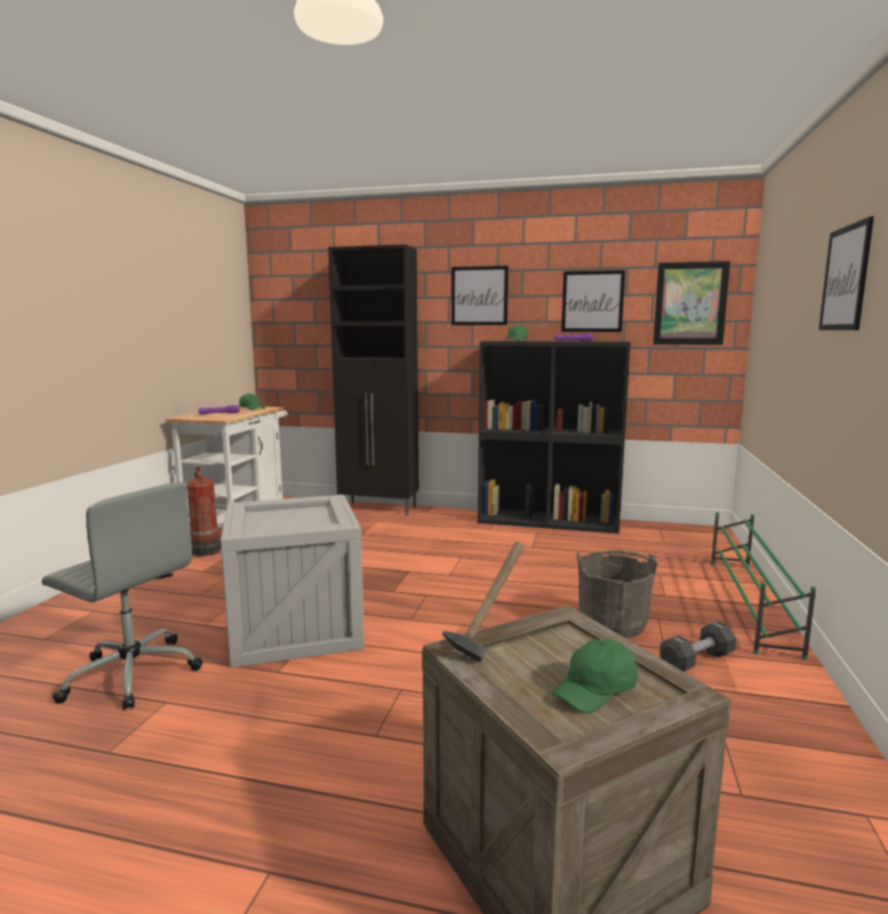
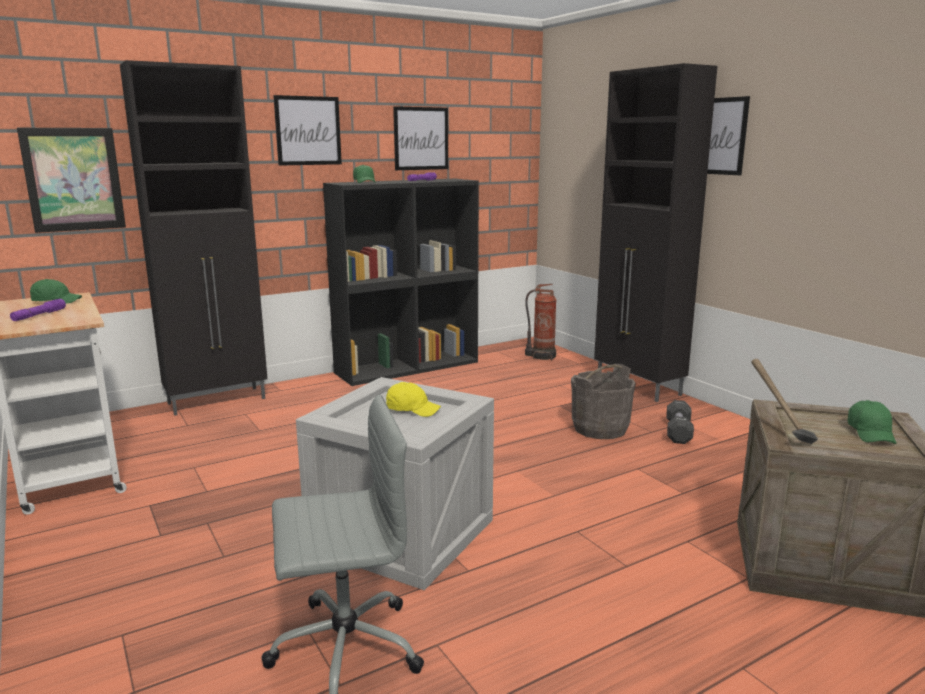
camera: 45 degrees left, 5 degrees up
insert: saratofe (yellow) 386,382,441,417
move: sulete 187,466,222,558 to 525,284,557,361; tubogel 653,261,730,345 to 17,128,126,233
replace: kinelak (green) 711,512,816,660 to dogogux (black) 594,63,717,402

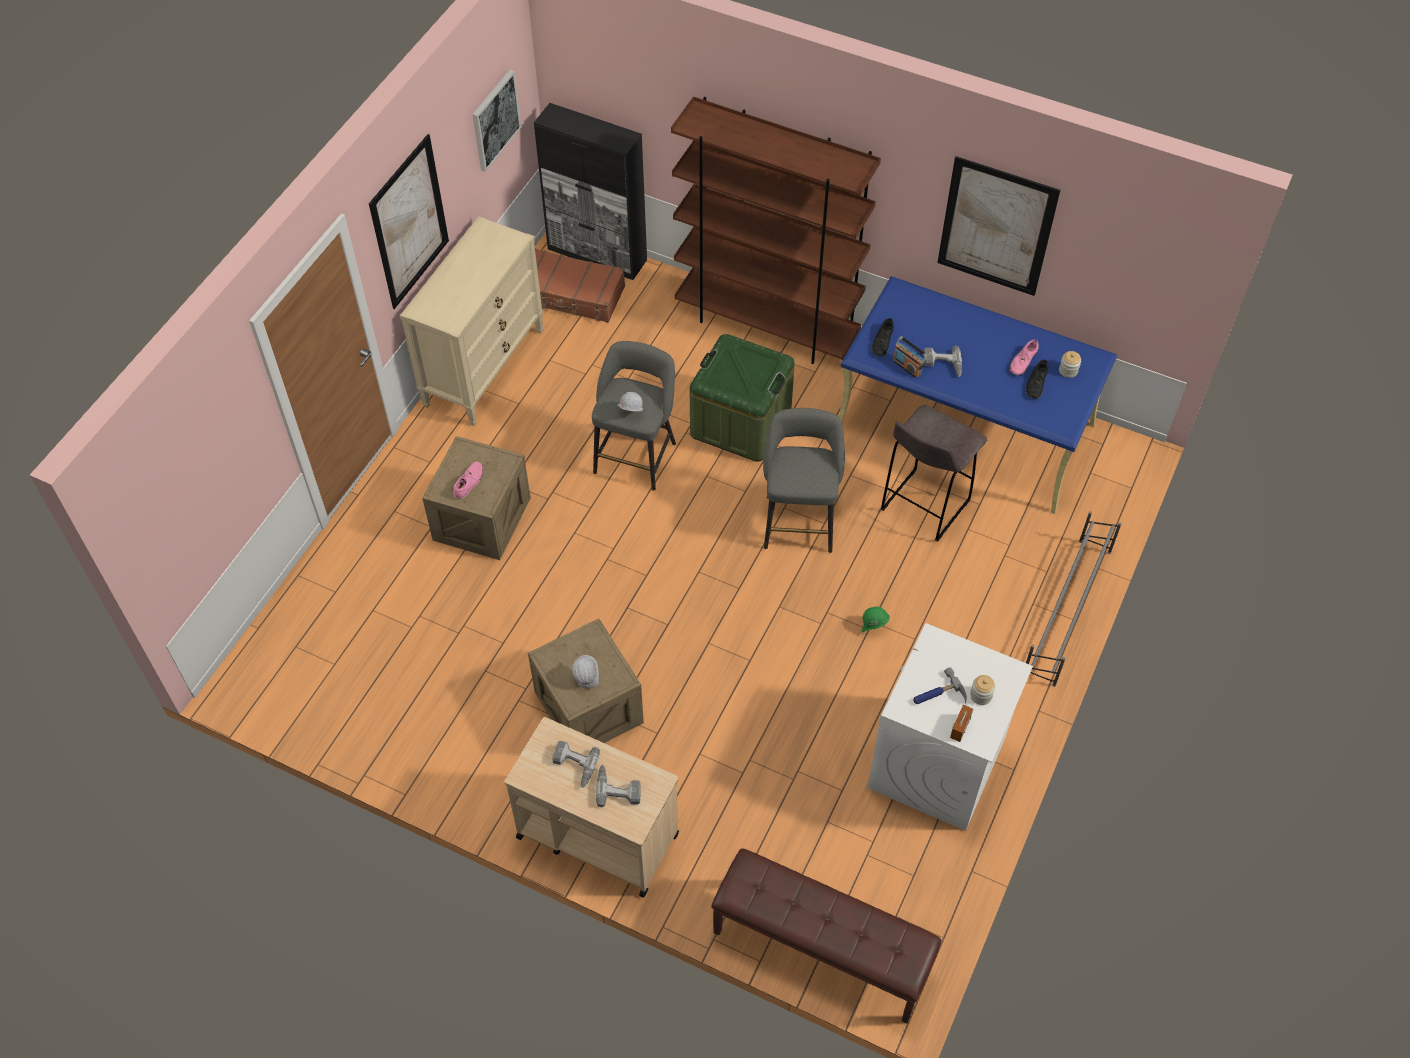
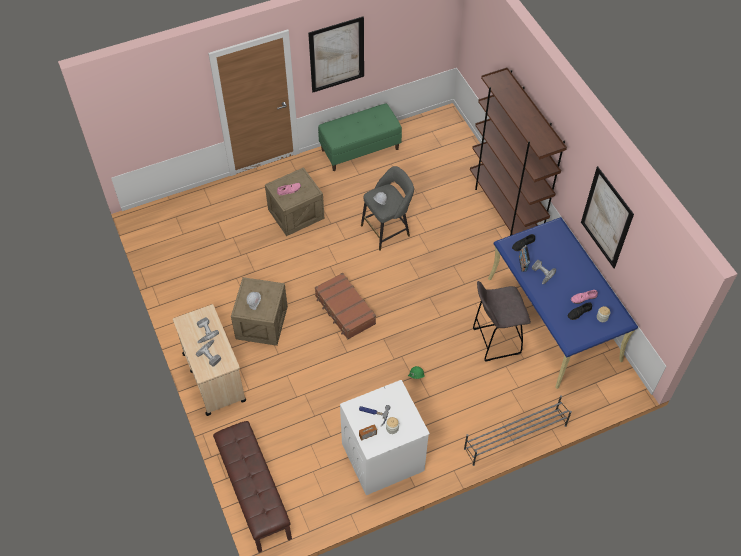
camera: 40 degrees right, 0 degrees up
delete: tubogel 472,70,521,172; dogogux (black) 534,103,647,280; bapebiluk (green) 690,334,795,462; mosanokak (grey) 763,408,845,553
move: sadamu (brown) 535,249,625,323 to 315,272,376,339
replace: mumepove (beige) 400,216,544,426 to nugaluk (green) 318,103,402,171

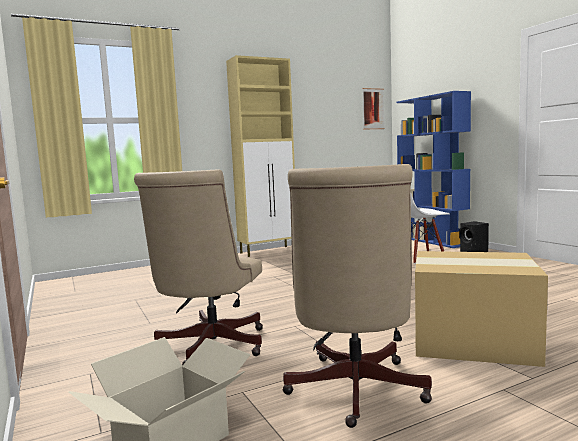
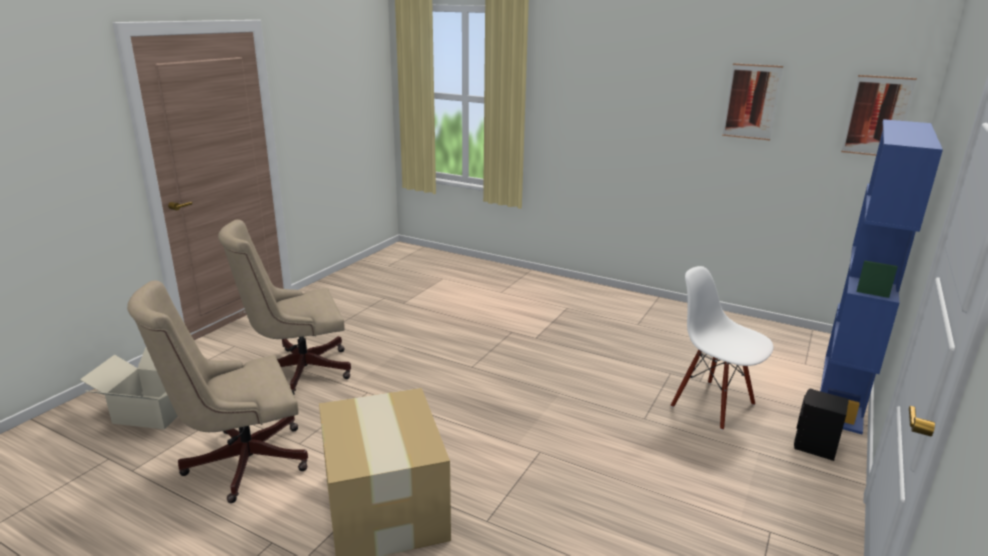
camera: 55 degrees right, 15 degrees up
delete: dogogux (beige) 226,55,295,257
insert: tubogel 722,63,783,140

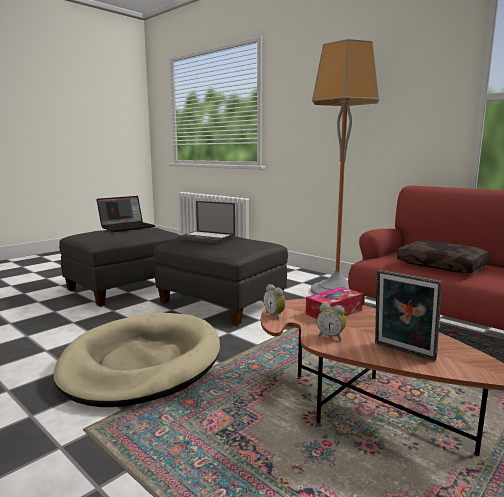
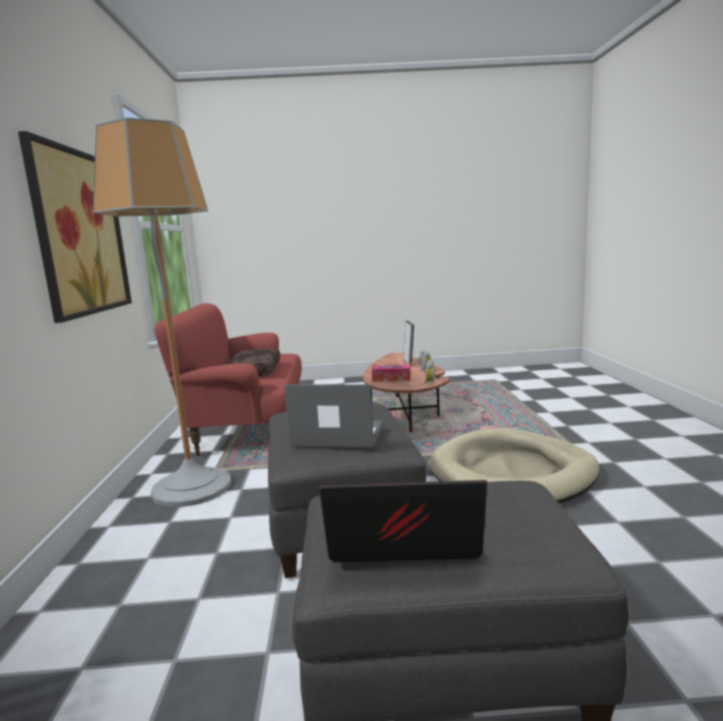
camera: 135 degrees left, 0 degrees up
insert: tubogel 18,131,132,323
rotate: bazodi 177,201,235,243 = 284,384,383,448 60 degrees counterclockwise

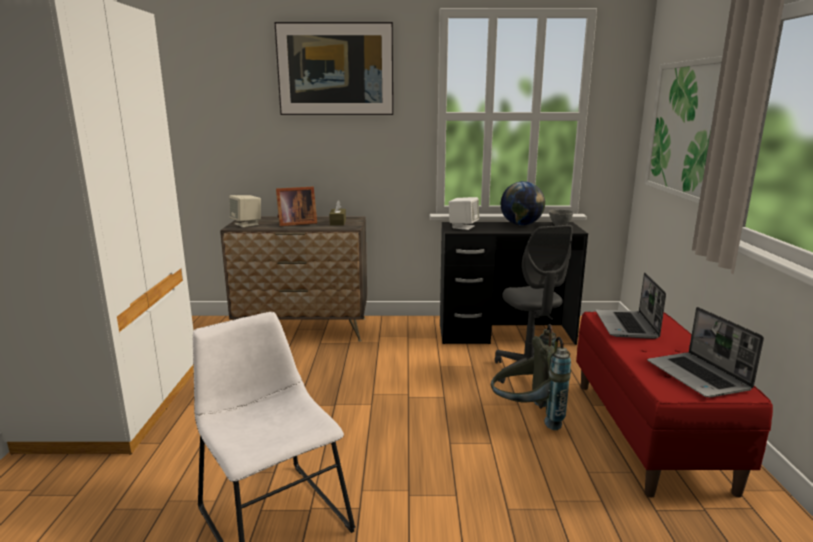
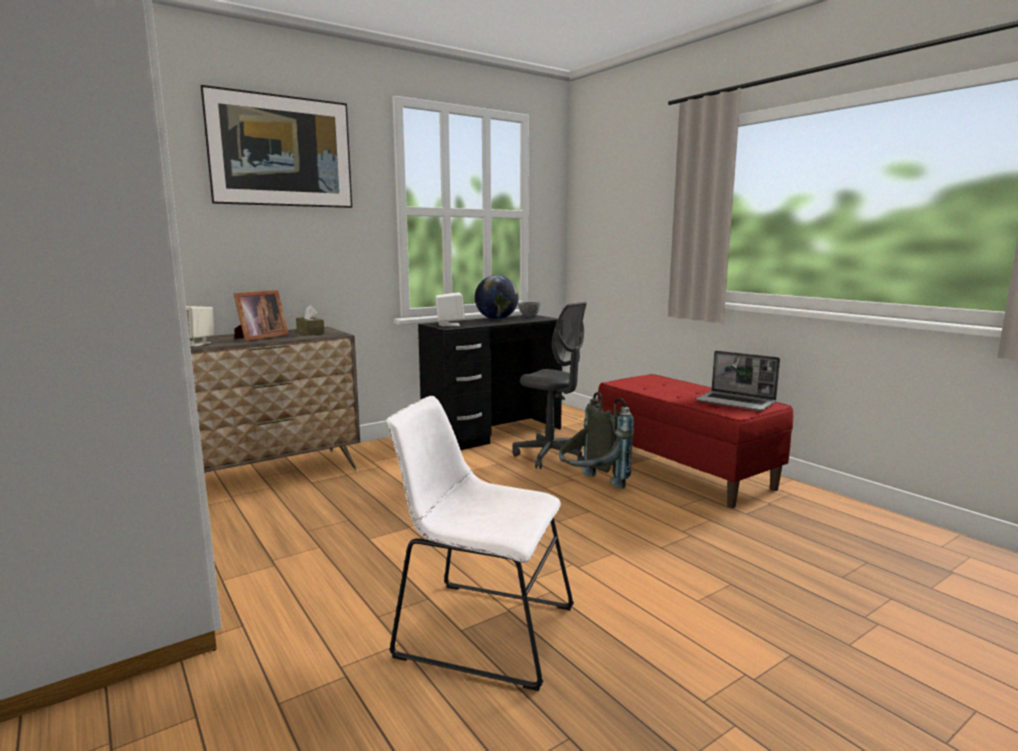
camera: 35 degrees left, 5 degrees down
delete: bazodi 596,272,666,339; tubogel 645,56,723,204

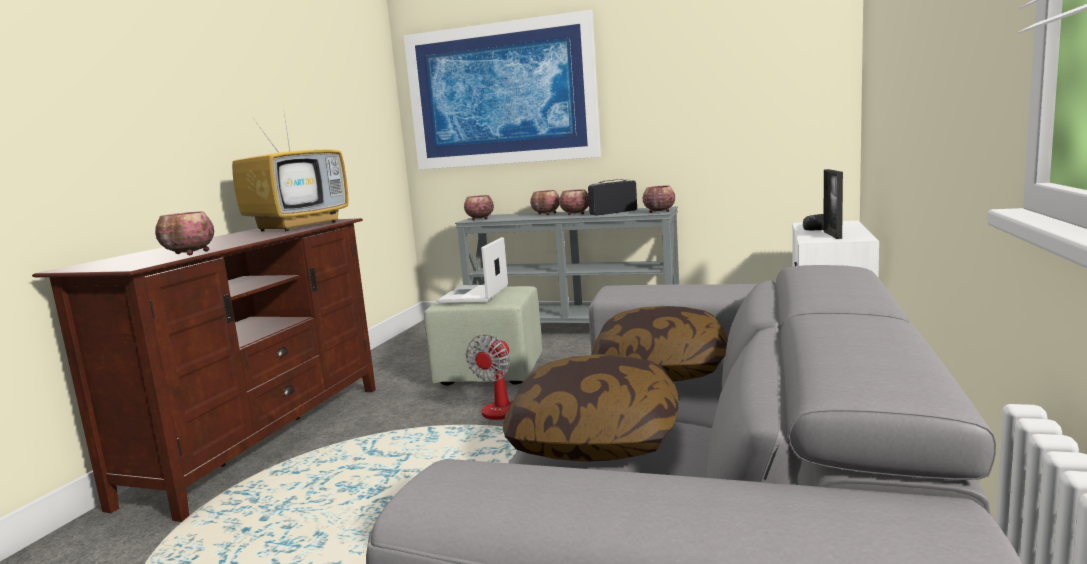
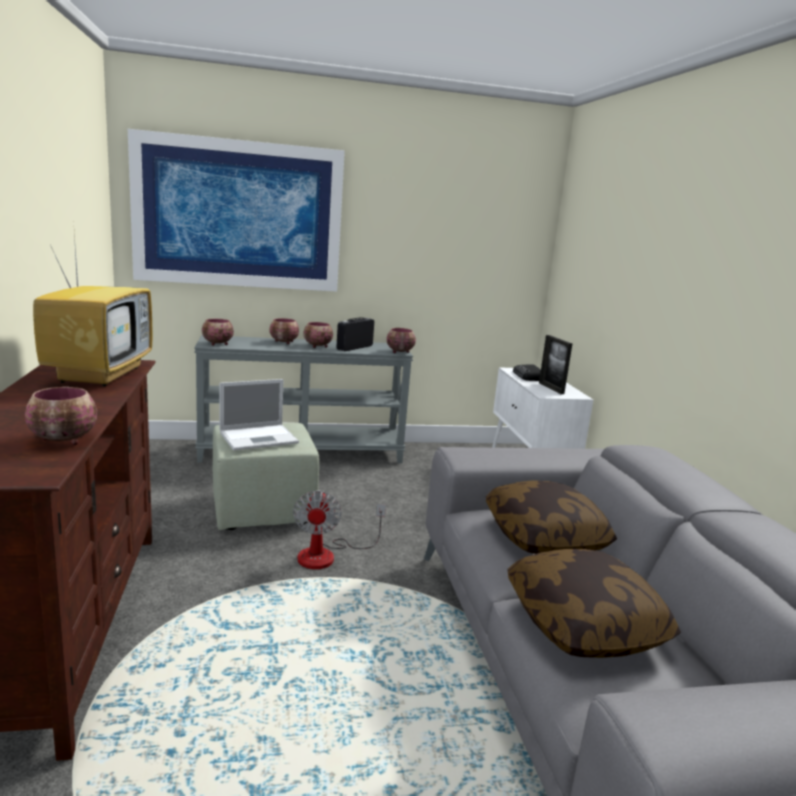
camera: 30 degrees left, 5 degrees up
rotate: bazodi 438,237,508,303 = 220,379,299,451 105 degrees counterclockwise

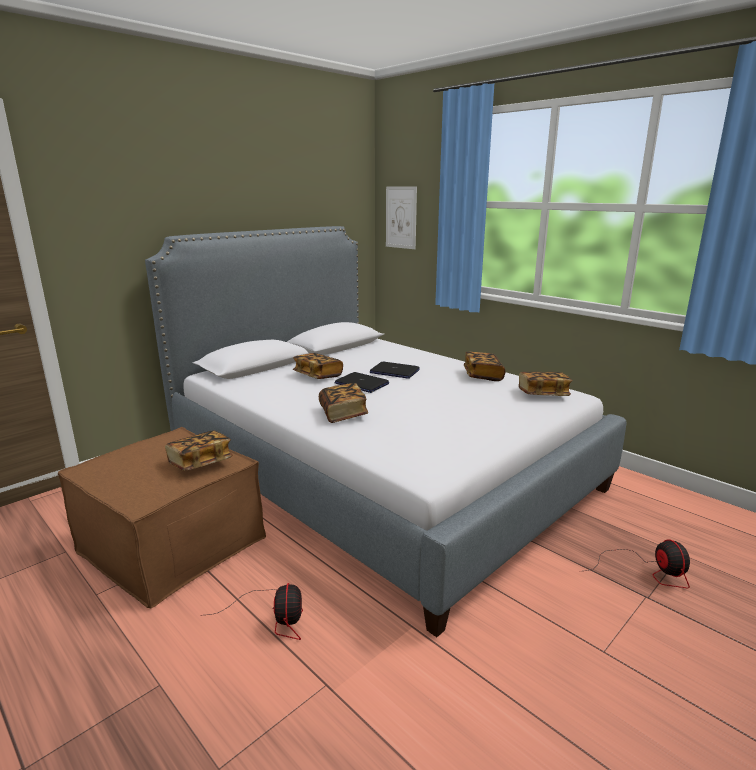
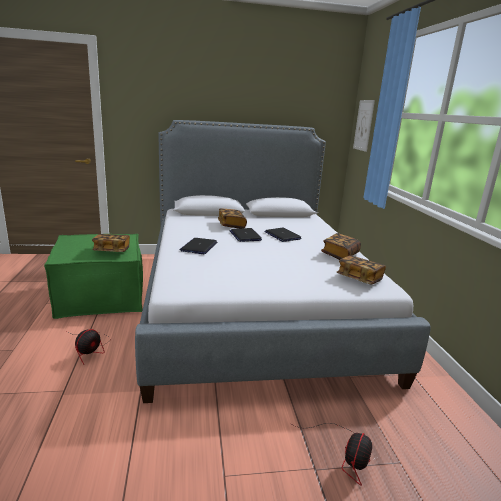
camera: 35 degrees right, 0 degrees up
replace: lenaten 319,383,368,423 to bazodi 180,238,217,254
recolor: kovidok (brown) 58,427,266,608 to kovidok (green) 44,234,143,319

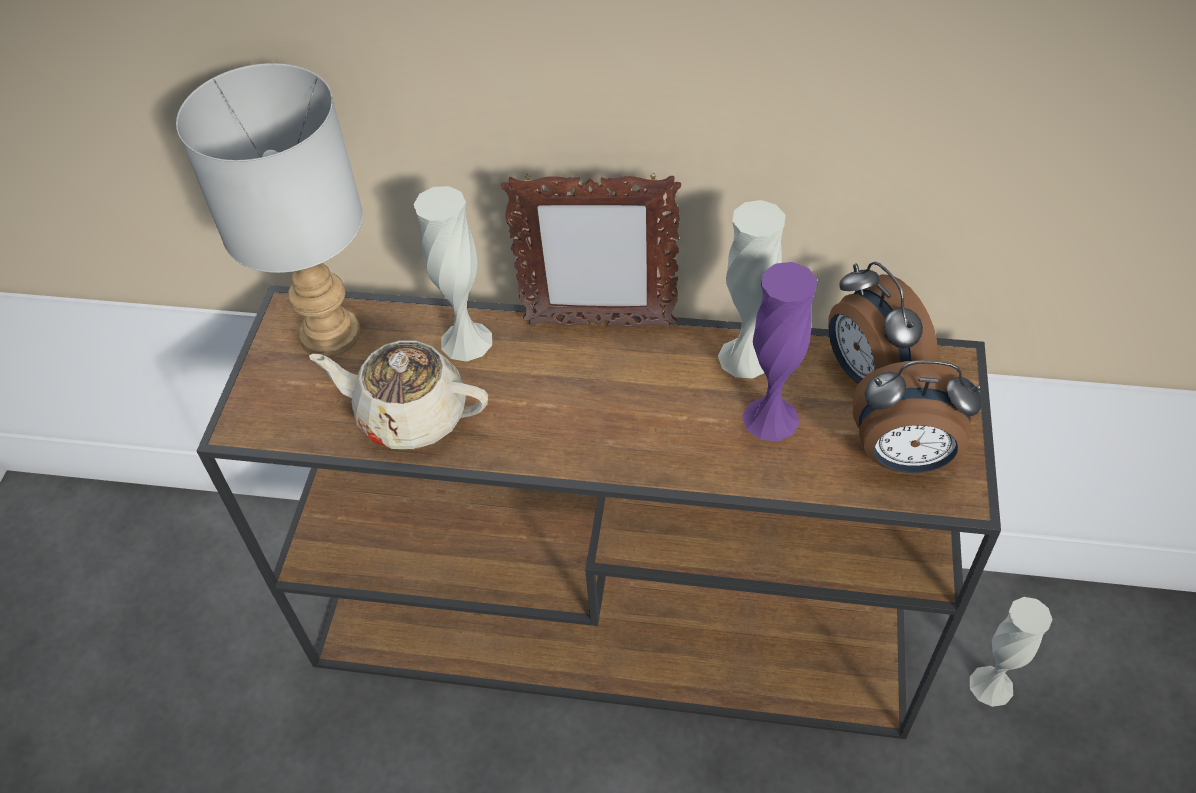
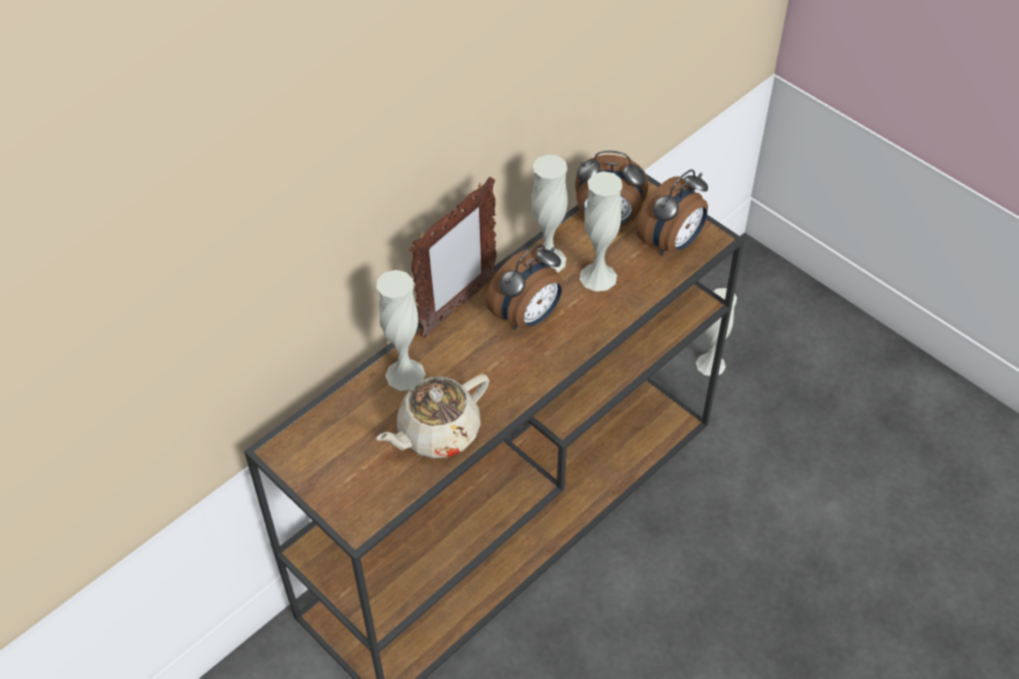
camera: 55 degrees left, 0 degrees up
delete: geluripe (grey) 176,63,363,357
insert: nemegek 486,244,563,330
recolor: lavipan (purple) 742,262,817,442 to lavipan (white) 580,171,623,292

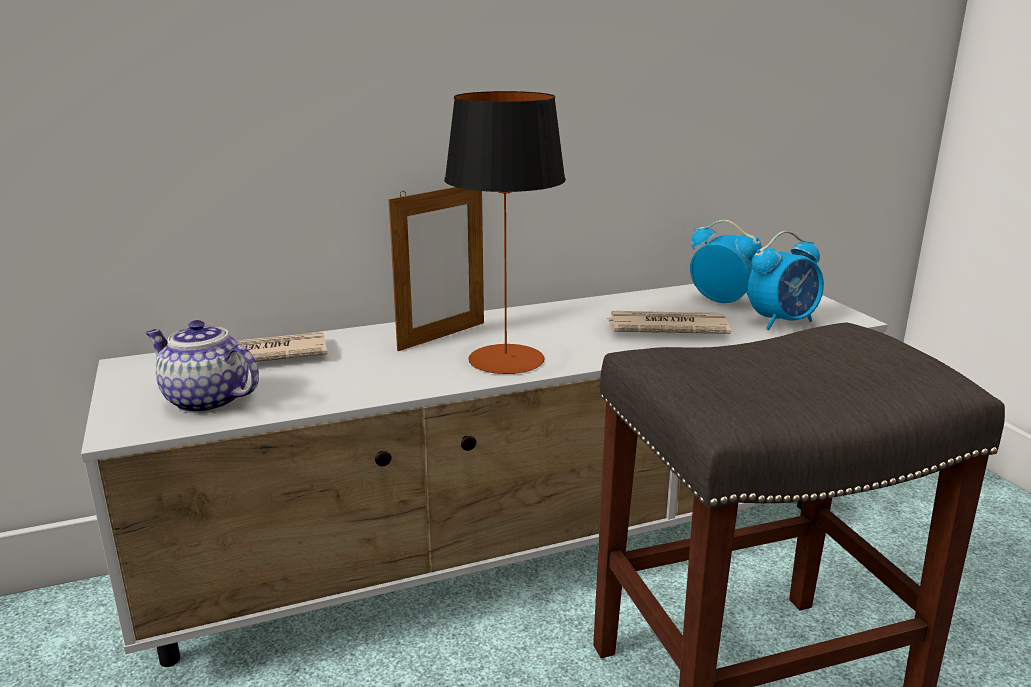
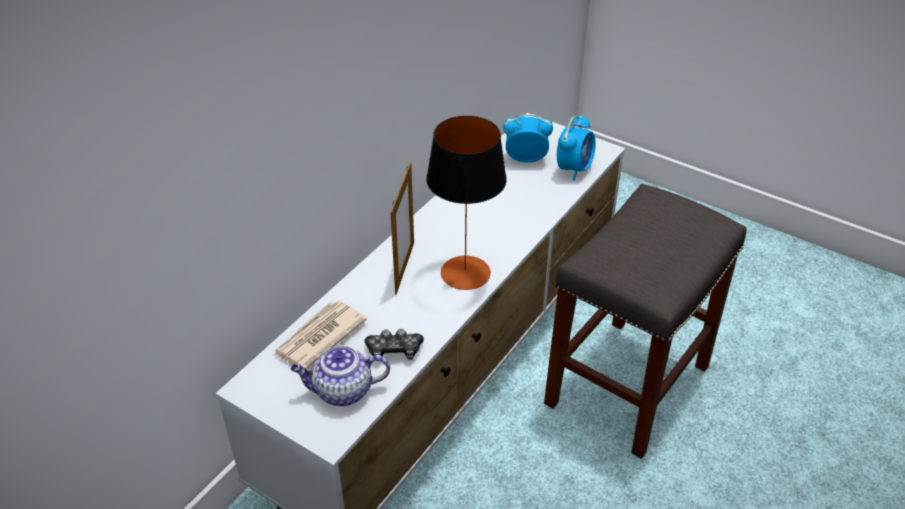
camera: 35 degrees left, 20 degrees up
delete: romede 607,311,731,334
insert: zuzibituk 365,329,424,361

